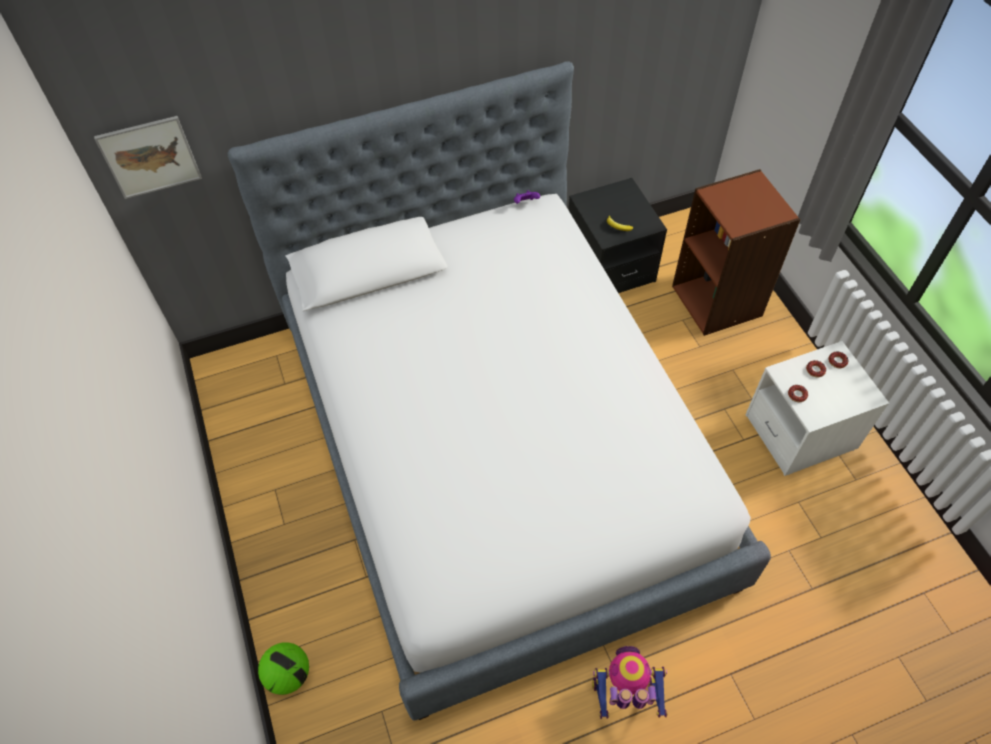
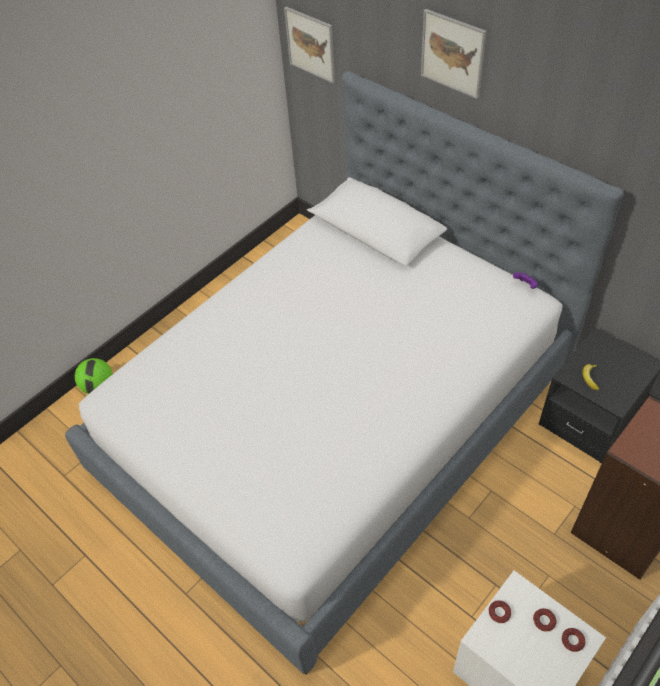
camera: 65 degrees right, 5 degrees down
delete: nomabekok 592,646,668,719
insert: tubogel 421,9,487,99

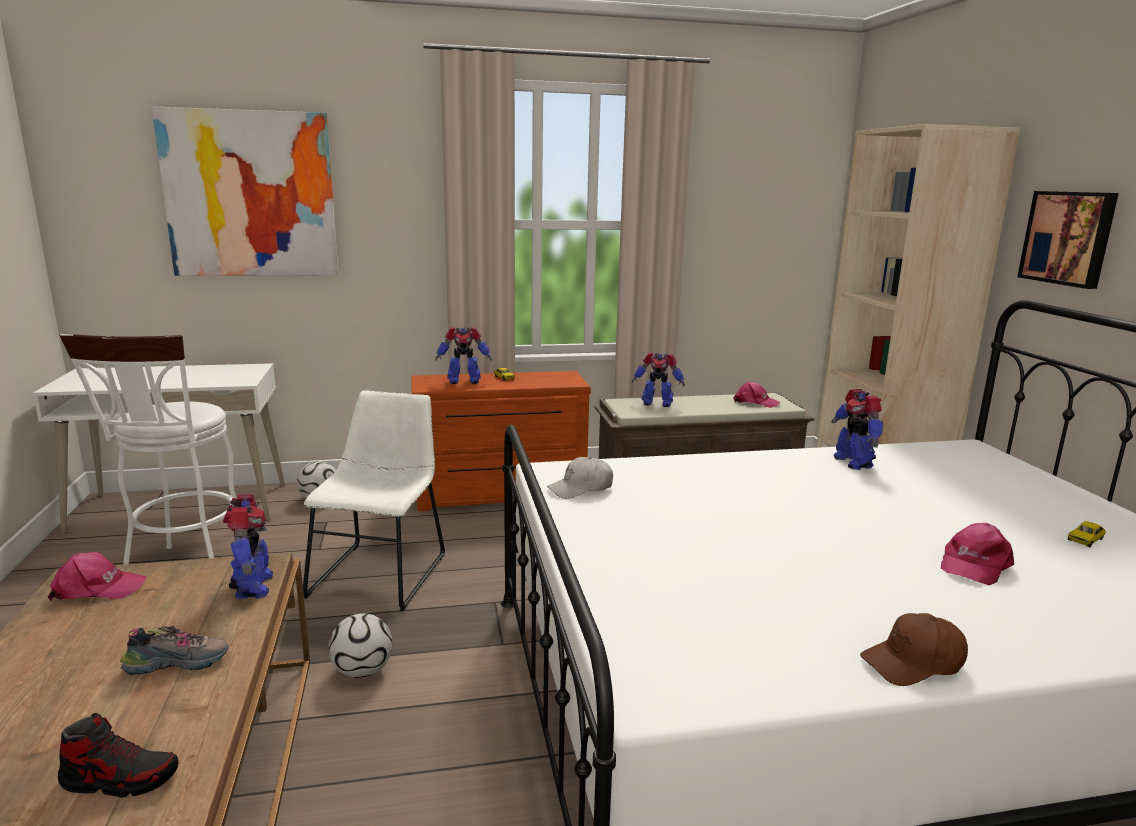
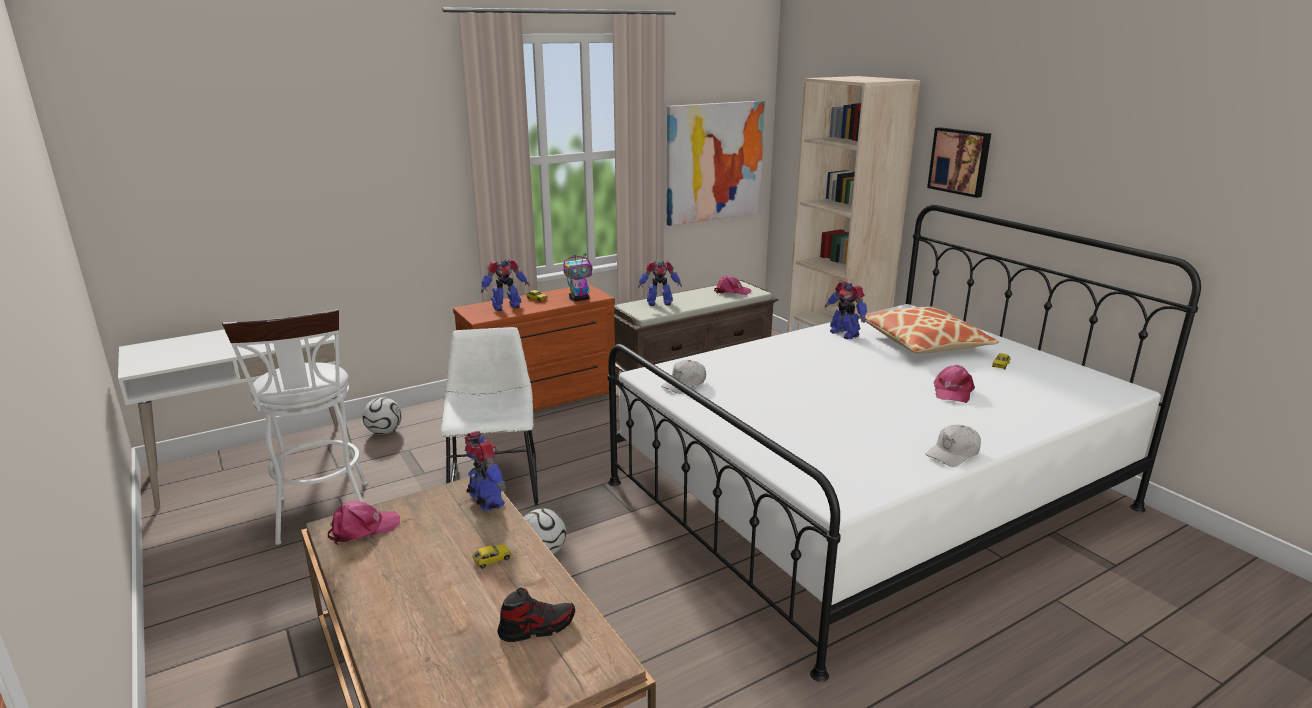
camera: 20 degrees left, 5 degrees up
insert: nomabekok 563,253,593,301; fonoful 865,306,999,354
move: tubogel 152,107,338,276 to 666,101,765,226
replace: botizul 120,626,229,675 to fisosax 472,544,511,568
recolor: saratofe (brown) 860,613,968,686 to saratofe (white) 925,424,981,467

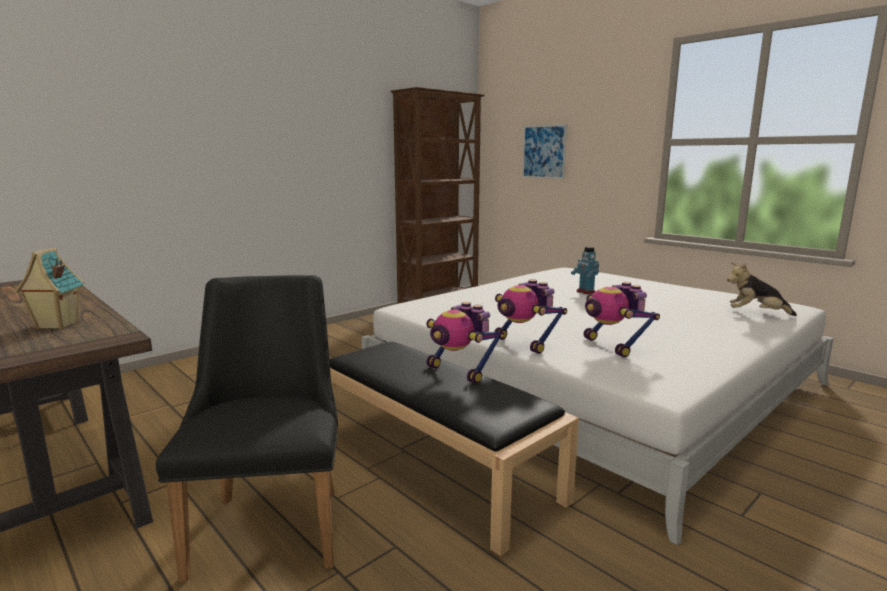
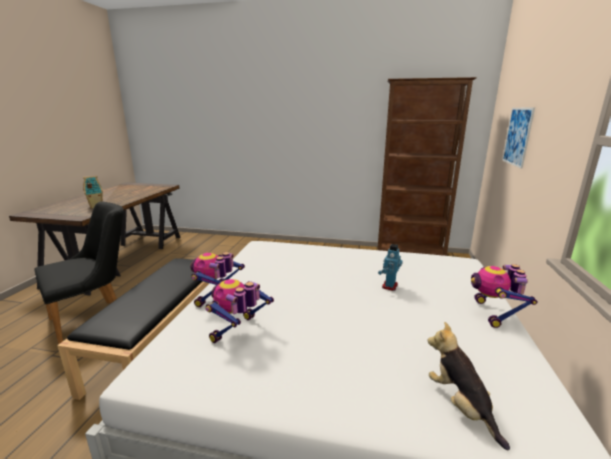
camera: 55 degrees right, 5 degrees up
move: nomabekok 426,302,504,384 to 471,264,537,328

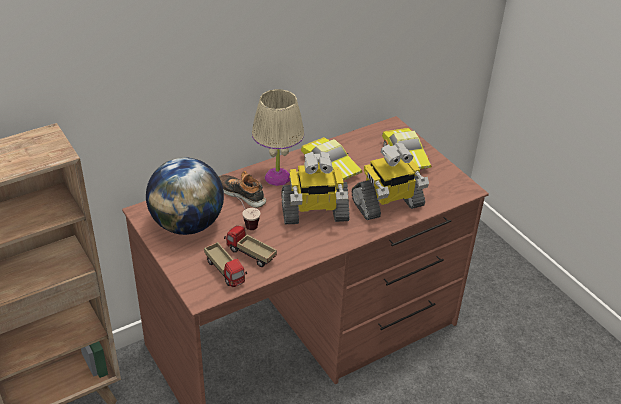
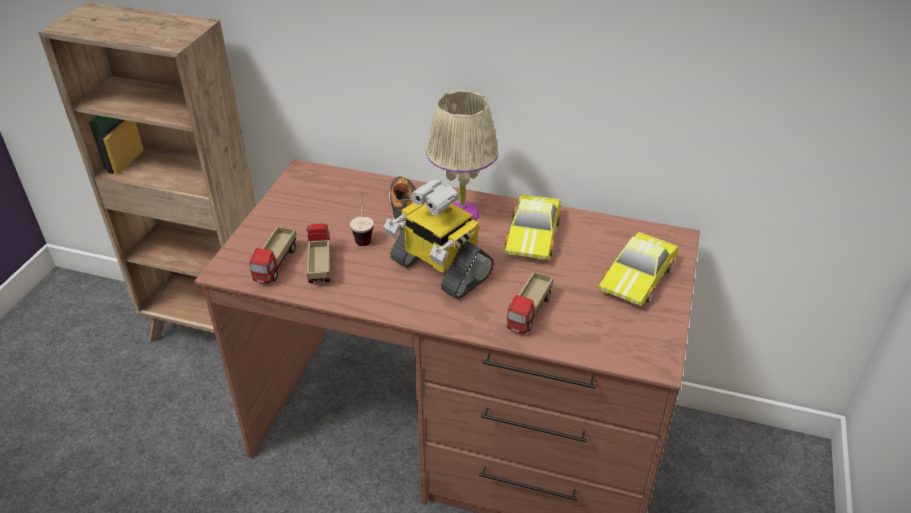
camera: 50 degrees right, 0 degrees up
delete: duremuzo 146,157,224,235
replace: nomabekok 351,143,429,220 to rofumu 507,271,554,334

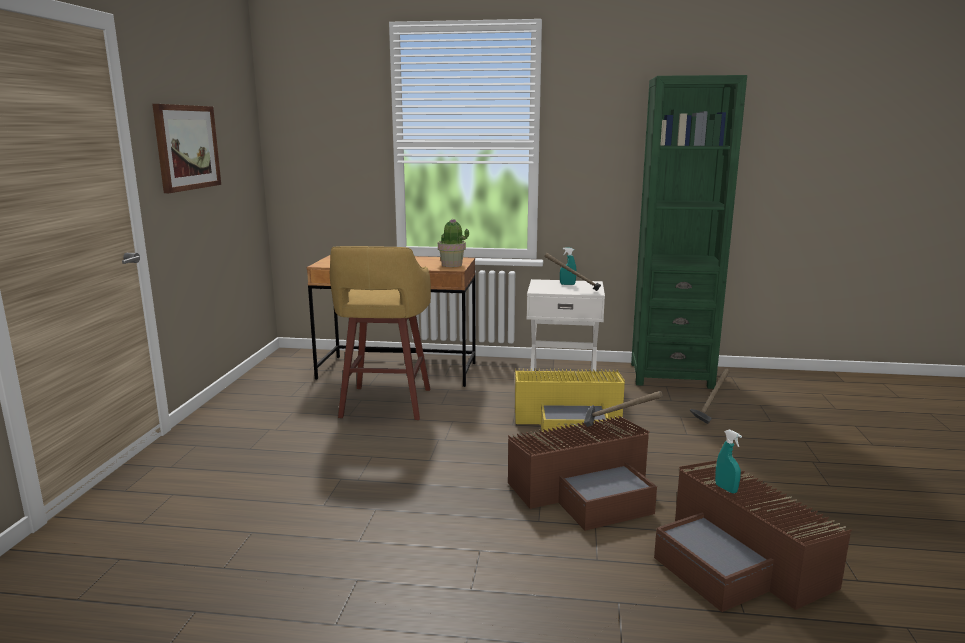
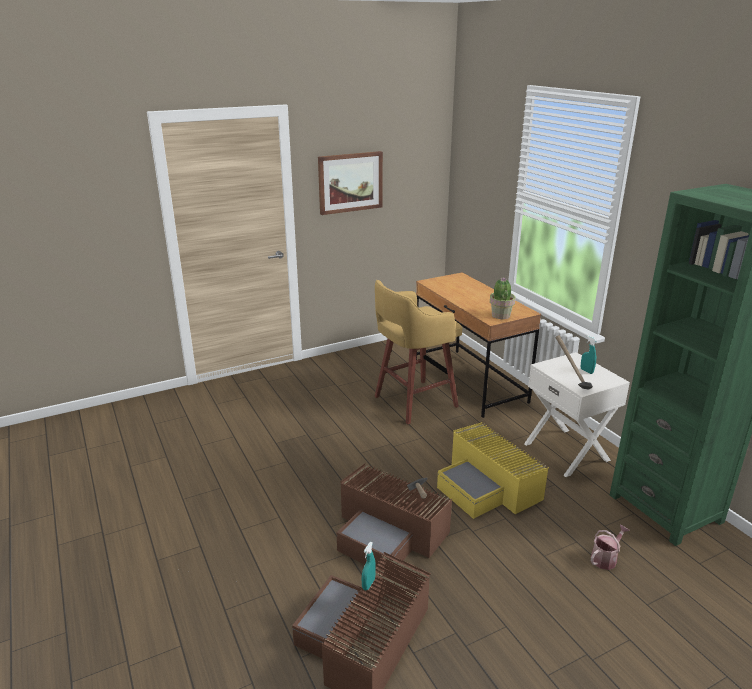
camera: 55 degrees right, 10 degrees up
replace: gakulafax 690,368,730,424 to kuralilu 591,524,630,570

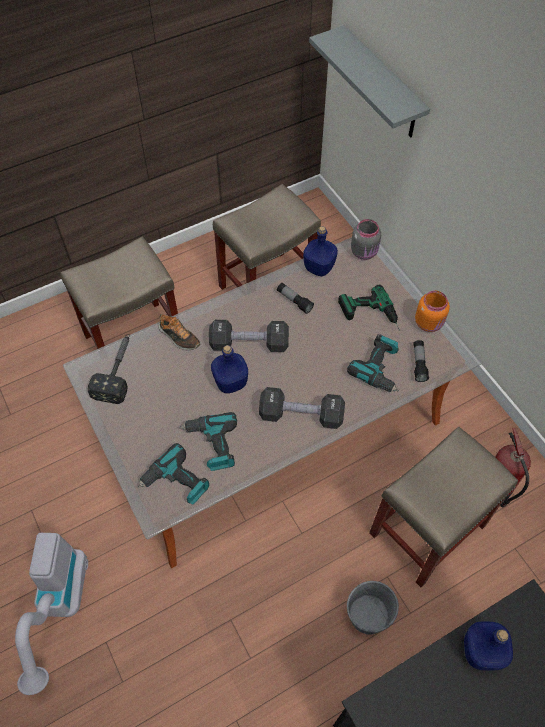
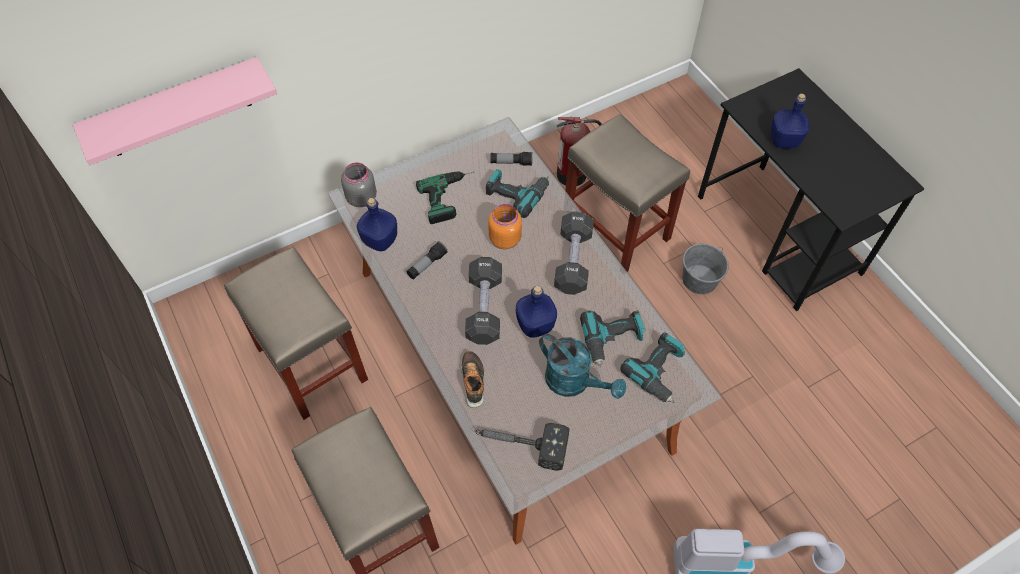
camera: 90 degrees left, 0 degrees up
insert: kuralilu (turquoise) 539,333,626,399
move: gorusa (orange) 415,291,450,332 to 488,204,522,249
recolor: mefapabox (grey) 309,25,430,137 to mefapabox (pink) 72,57,277,165
rotate: botizul 159,314,200,350 = 461,351,485,408 45 degrees counterclockwise

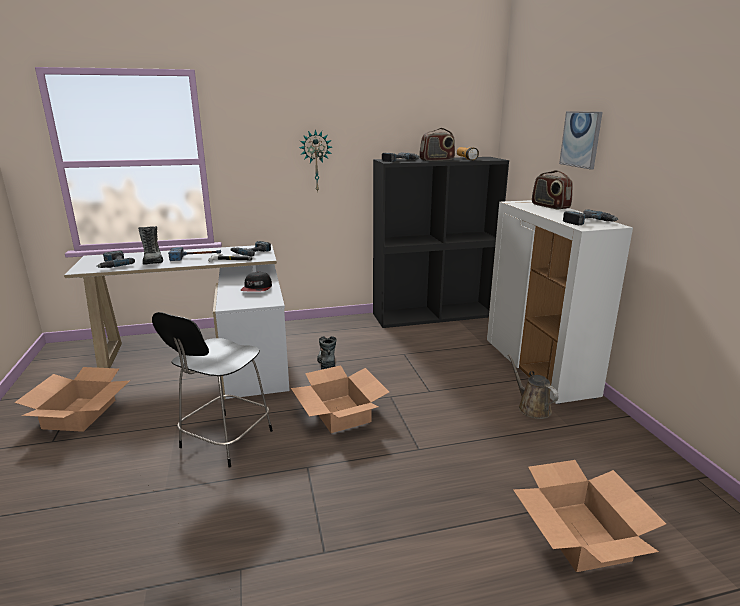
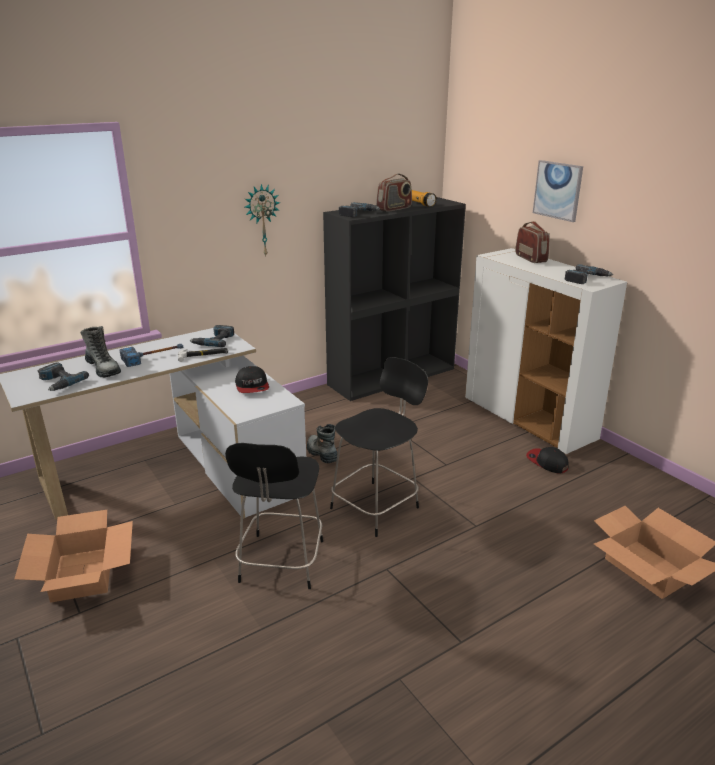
camera: 20 degrees left, 5 degrees up
replace: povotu 291,365,389,433 to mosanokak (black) 330,357,428,537; kuralilu (brown) 508,354,559,419 to saratofe 526,447,569,474
rotate: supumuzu 532,170,573,209 = 515,221,550,263 150 degrees counterclockwise

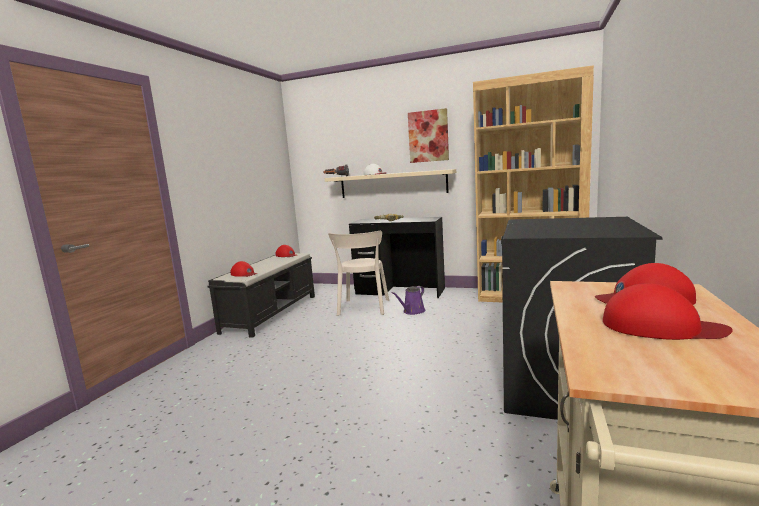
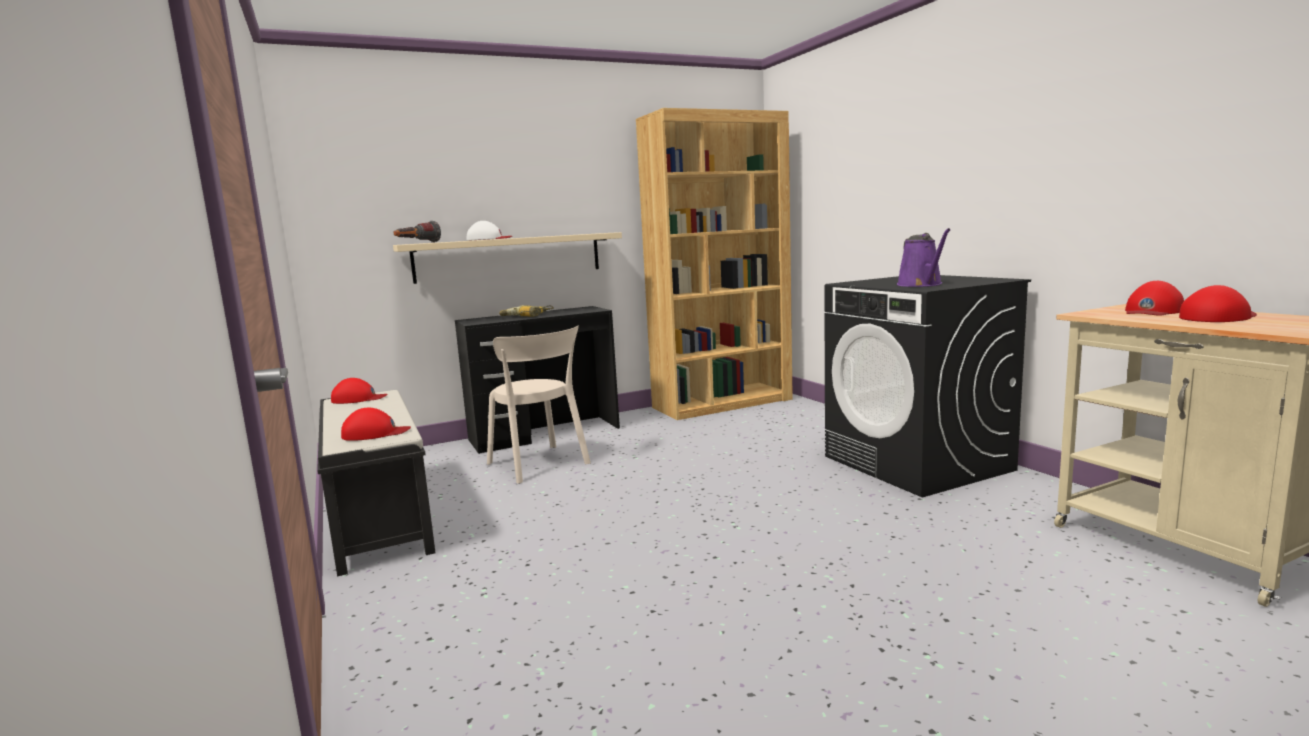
camera: 45 degrees left, 0 degrees up
delete: tubogel 408,108,449,163
move: kuralilu (purple) 392,286,425,315 to 897,228,951,287

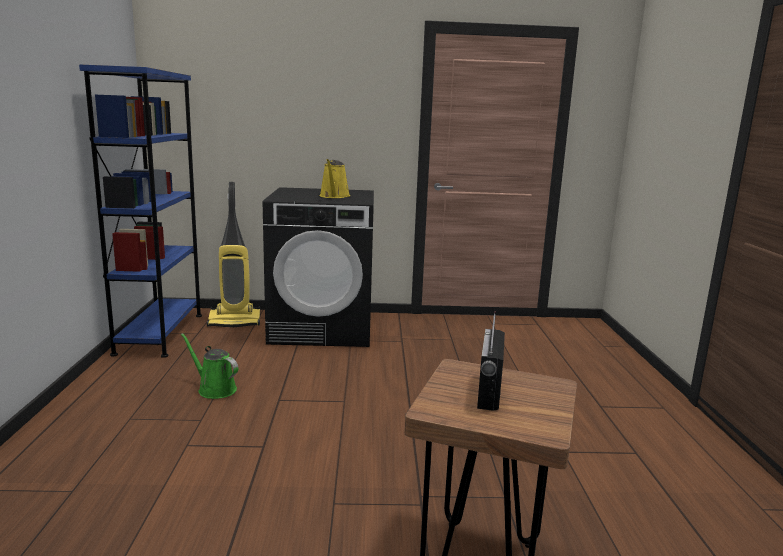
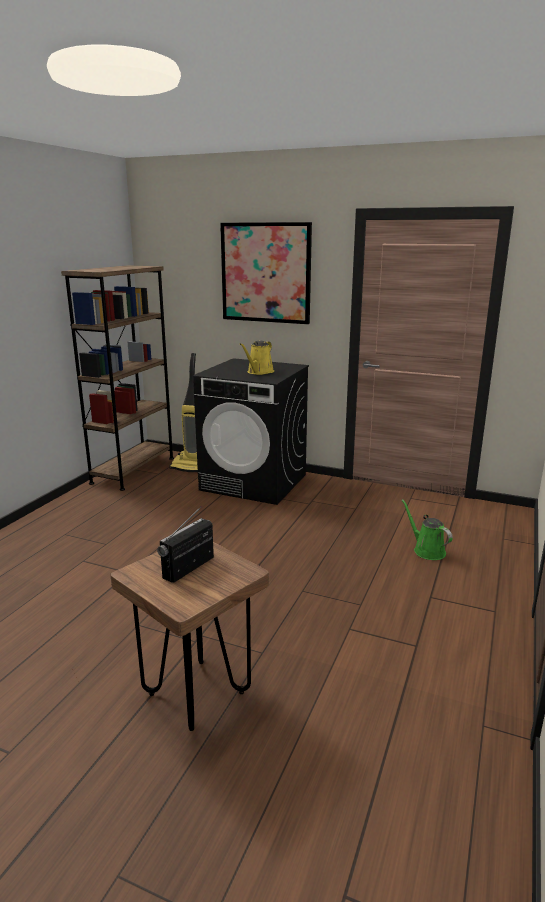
camera: 25 degrees right, 5 degrees up
insert: tubogel 220,222,312,324
move: kuralilu (green) 181,333,238,399 to 401,499,453,560
recolor: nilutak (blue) 79,64,202,358 to nilutak (brown) 61,265,174,491

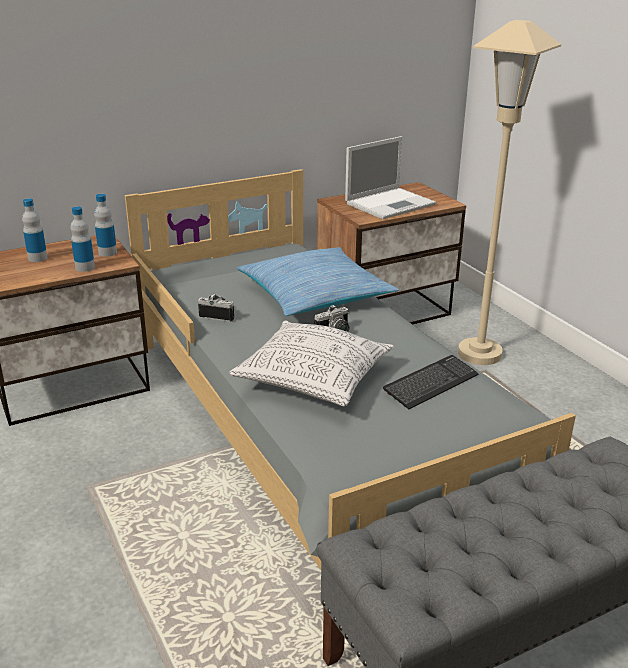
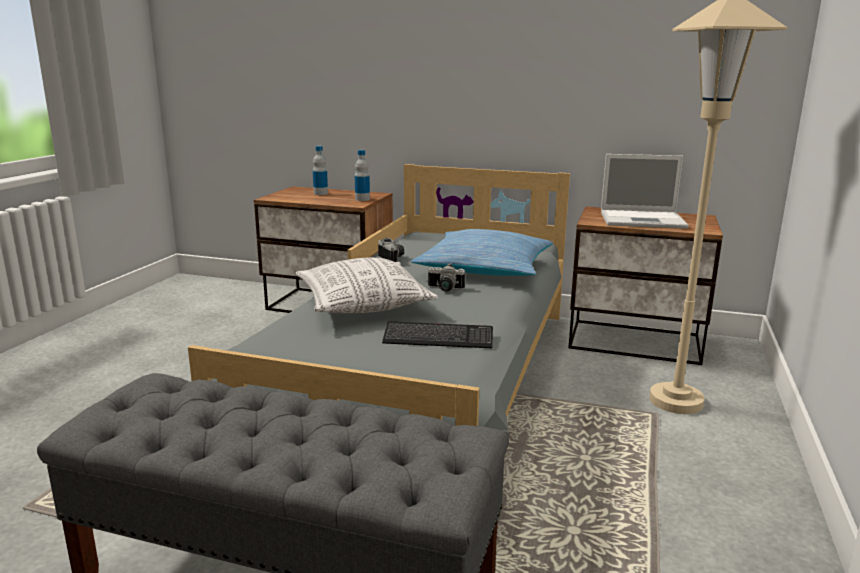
camera: 45 degrees right, 10 degrees down
delete: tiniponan 70,207,95,272

